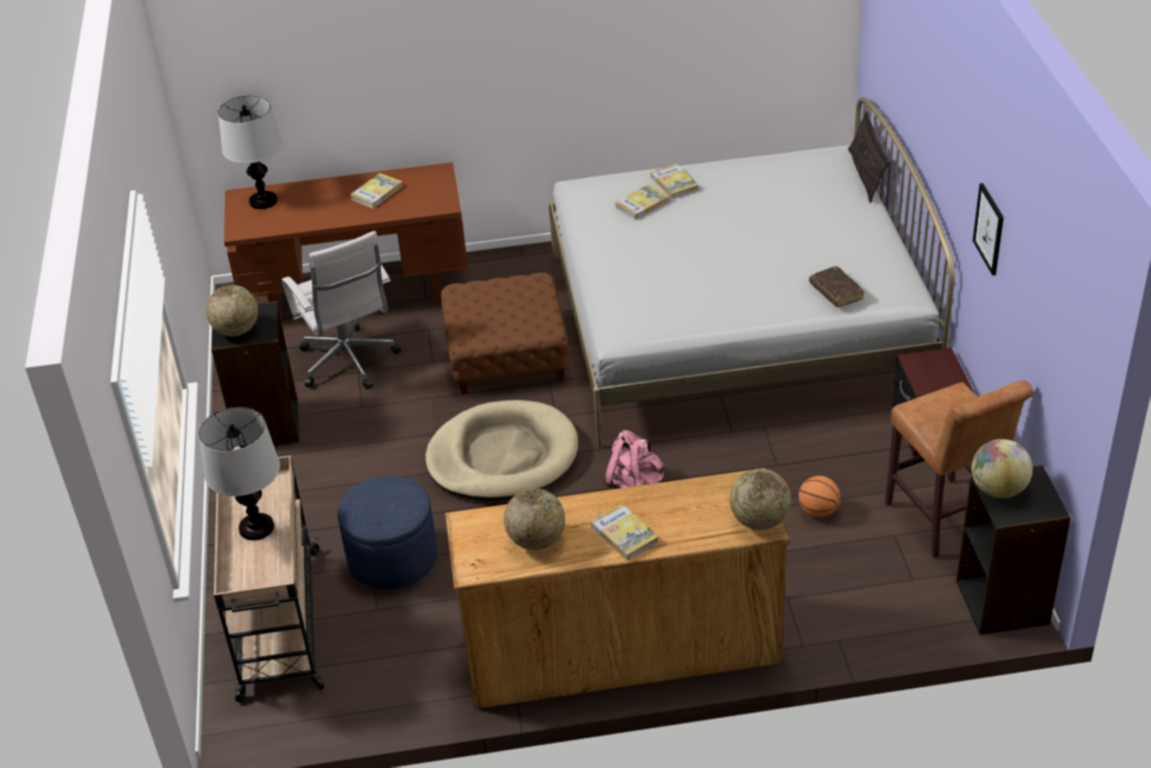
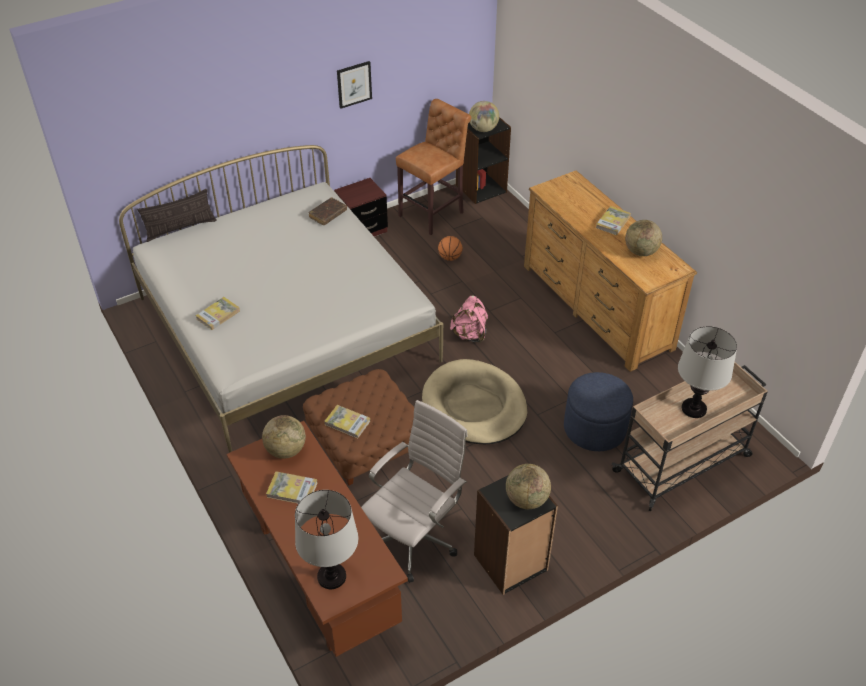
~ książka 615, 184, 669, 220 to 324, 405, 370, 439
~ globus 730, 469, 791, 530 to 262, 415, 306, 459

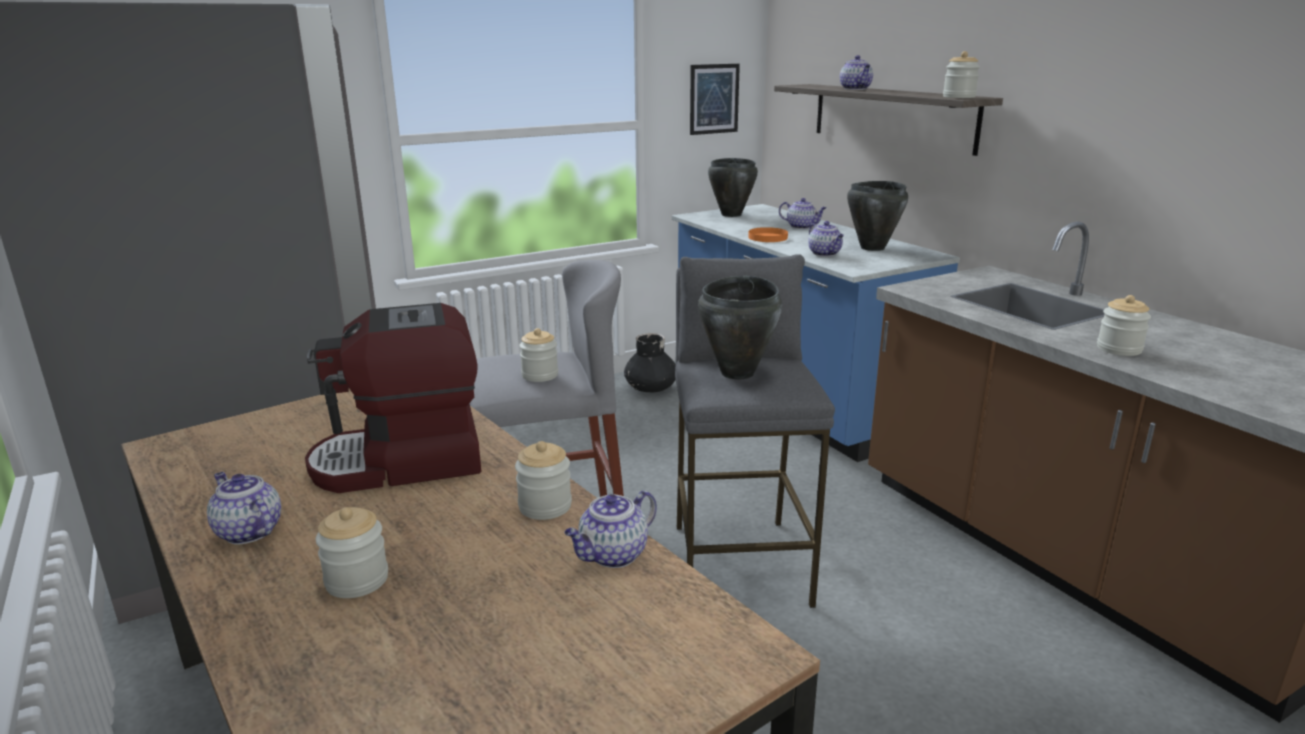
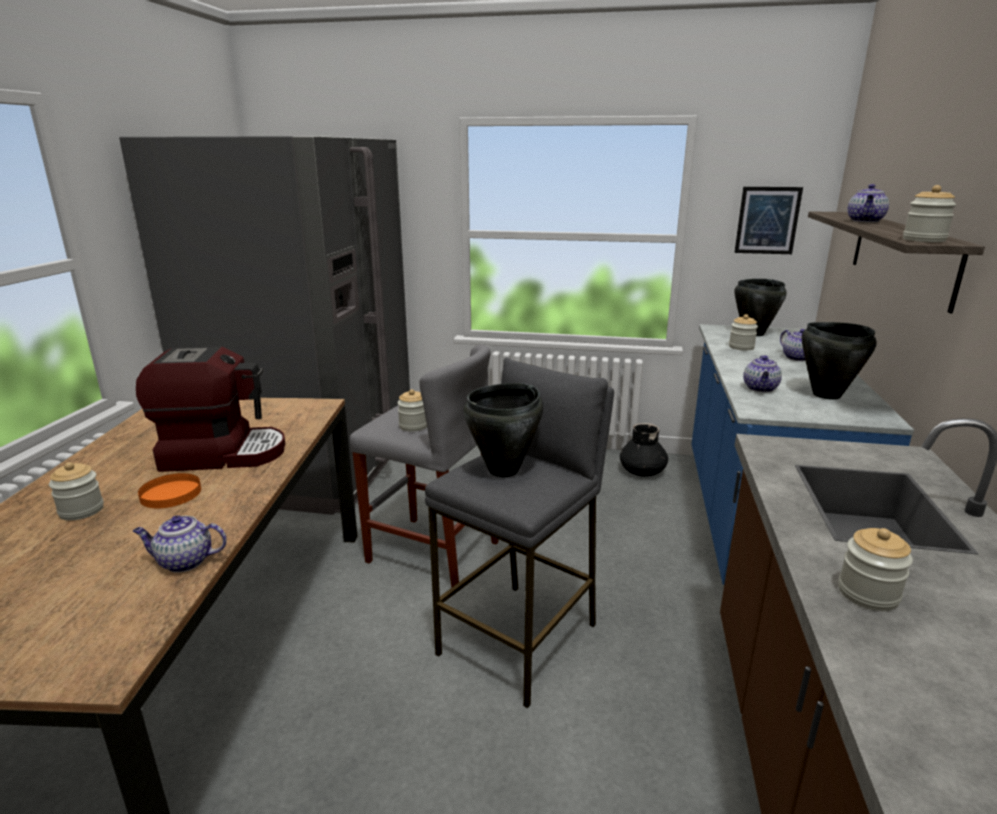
- imbryk 207, 472, 281, 545
~ ekspres do kawy 305, 303, 481, 493 = 136, 347, 285, 472 150 degrees clockwise
~ słoik 515, 441, 572, 520 to 729, 314, 758, 351
~ talerz [pomarańczowy] 748, 227, 788, 242 to 138, 473, 201, 508

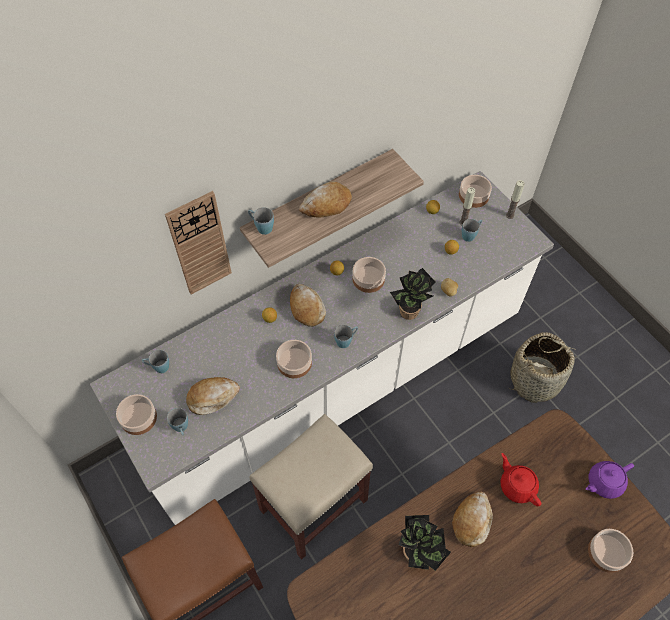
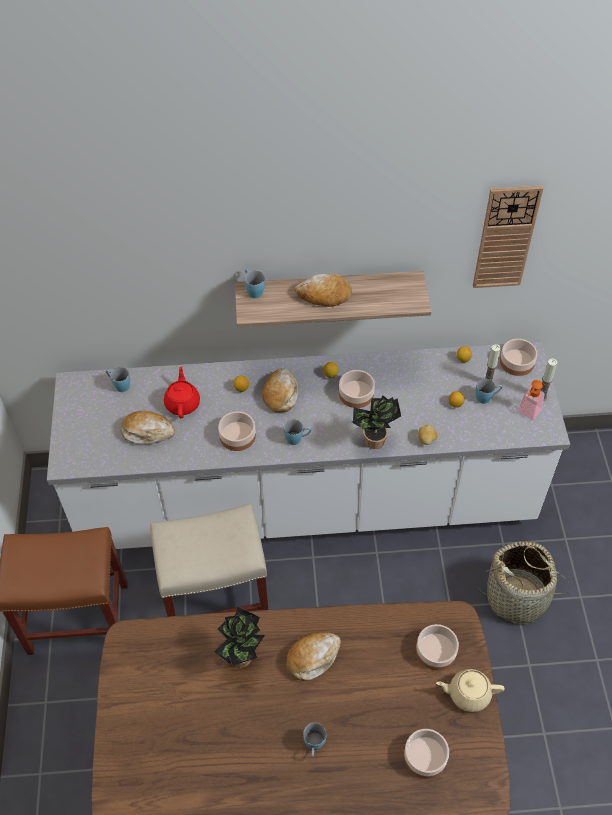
~ miska 116, 394, 157, 435 to 416, 624, 459, 671
~ zegar ścienny 165, 191, 232, 295 to 473, 186, 544, 288
~ kubek [niebieski] 167, 408, 188, 436 to 303, 723, 326, 758
~ imbryk [czerwony] 501, 453, 541, 506 to 164, 367, 200, 418
~ imbryk [fioletowy] 586, 461, 634, 499 to imbryk [beżowy] 436, 669, 505, 712
+ dozownik mydła 518, 380, 545, 420

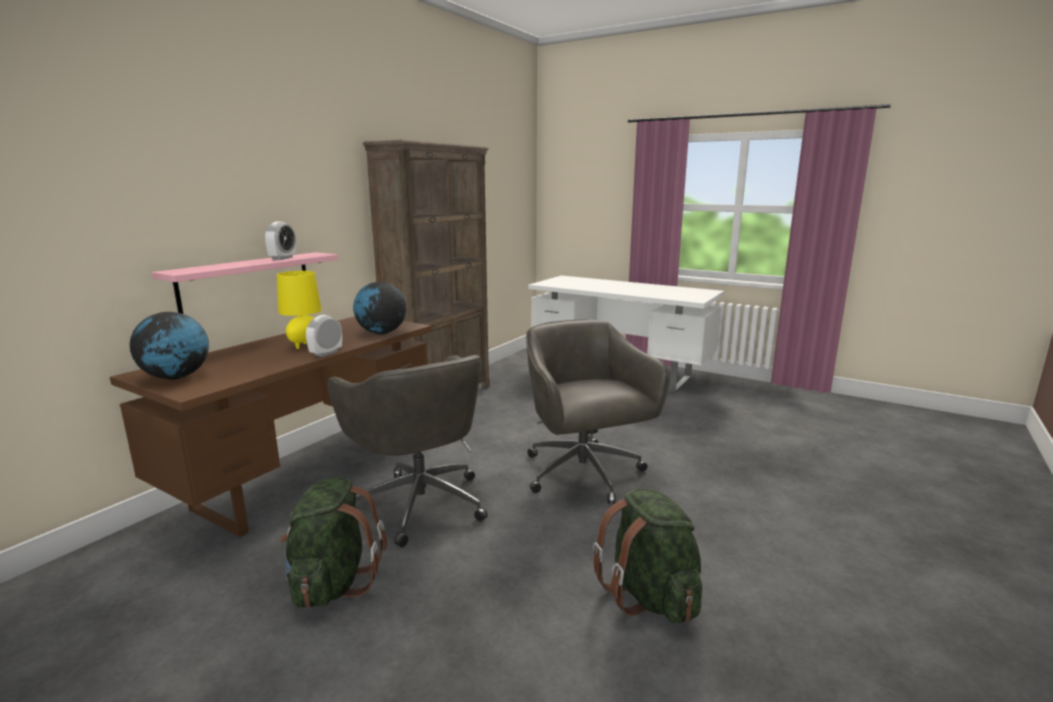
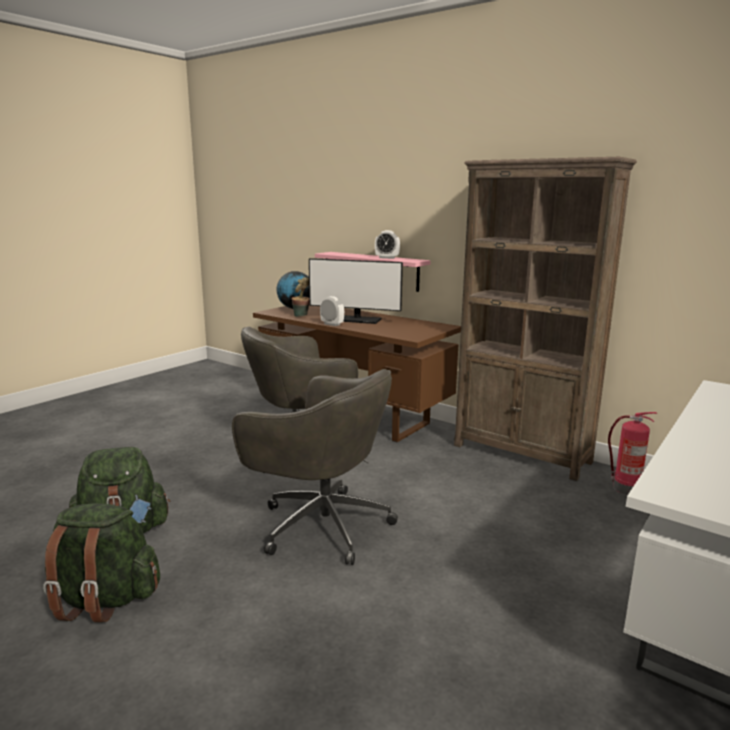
~ lampa stołowa [żółty] 277, 271, 322, 349 to monitor 309, 258, 403, 324
~ plecak [zielony] 280, 477, 387, 608 to 43, 503, 160, 622
- globus 353, 282, 407, 335
~ krzesło biurowe [szary] 526, 319, 670, 504 = 232, 369, 398, 565 45 degrees clockwise
+ roślina doniczkowa 291, 277, 309, 317
+ gaśnica 608, 412, 657, 495

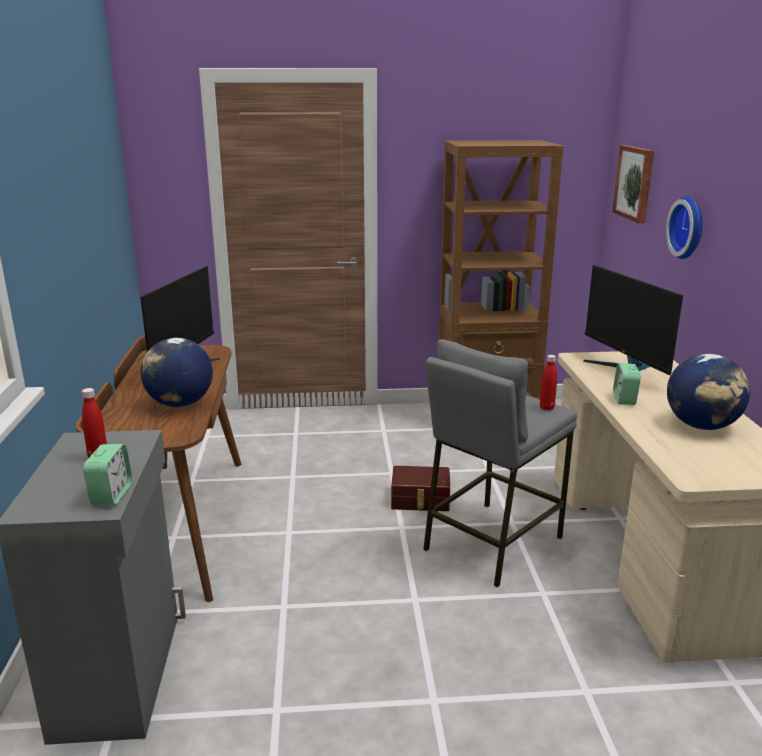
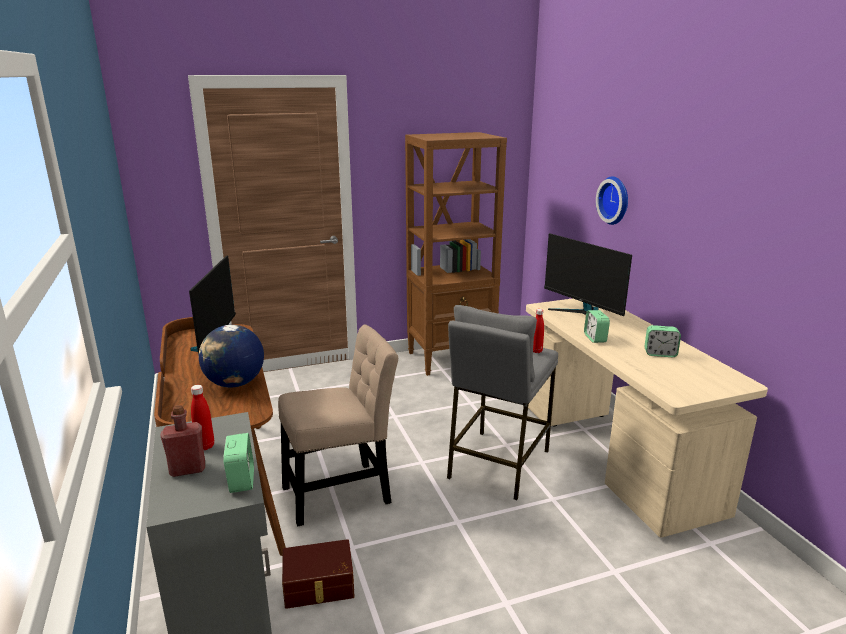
~ pojemnik do przechowywania [brązowy] 391, 466, 450, 511 to 282, 539, 355, 609
- obraz 612, 145, 654, 223
~ globus 667, 354, 750, 430 to budzik 644, 325, 681, 357
+ butelka [czerwony] 160, 405, 205, 477
+ krzesło [beżowy] 278, 325, 398, 526

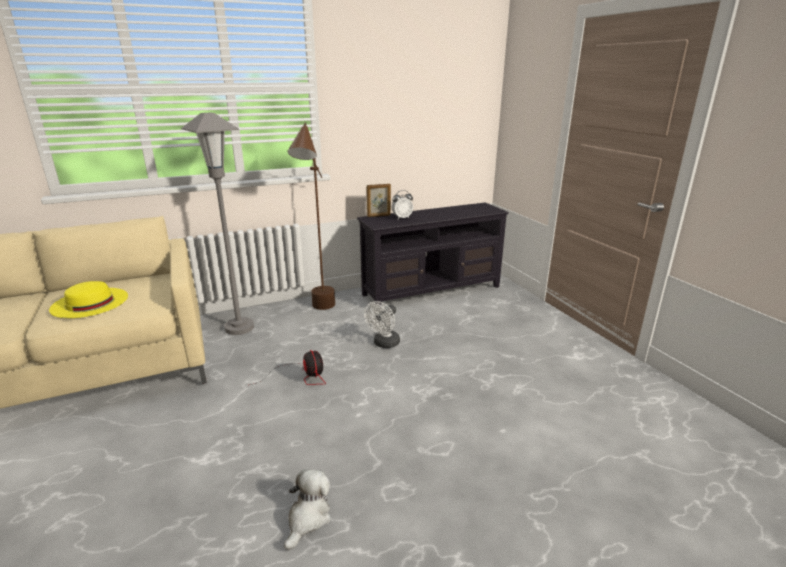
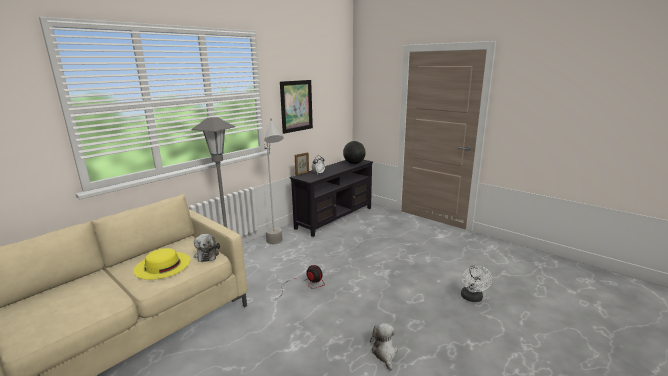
~ lampa stojąca [brązowy] 287, 123, 335, 310 to lampa stojąca [szary] 264, 119, 284, 244
~ wentylator [biały] 364, 301, 400, 348 to 461, 266, 492, 302
+ pluszak 194, 234, 220, 262
+ obraz 280, 80, 313, 134
+ globus 343, 141, 366, 164

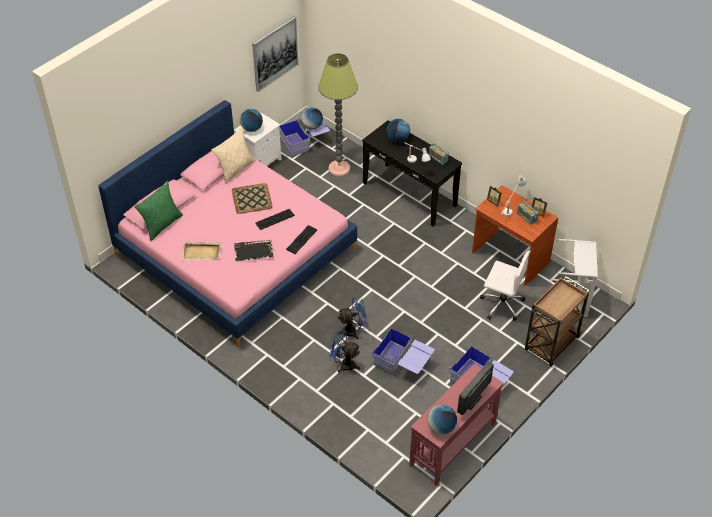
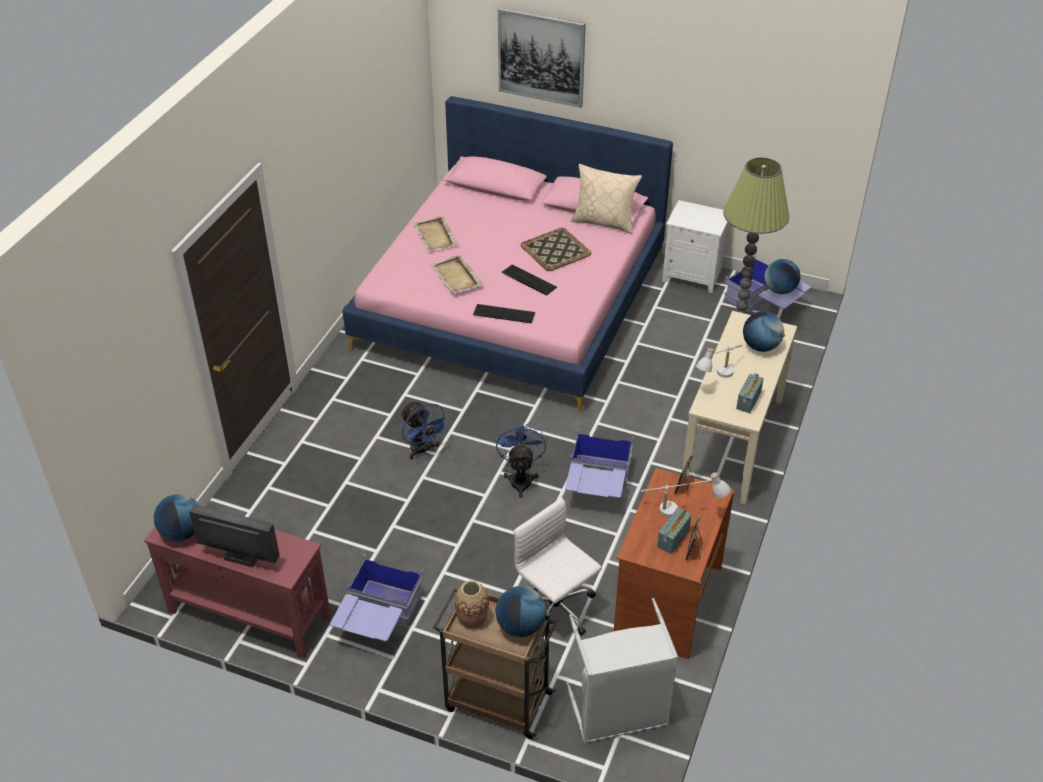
- poduszka [zielony] 134, 181, 183, 241
~ taca [czarny] 234, 240, 273, 261 to taca [beżowy] 430, 255, 484, 294
~ globus 240, 109, 263, 132 to 495, 586, 546, 637
~ obraz 252, 17, 298, 92 to 498, 8, 586, 108
~ wentylator [niebieski] 328, 330, 360, 373 to 496, 421, 546, 498
~ stolik konsolowy [czarny] 362, 120, 462, 227 to stolik konsolowy [beżowy] 682, 311, 797, 505
~ pojemnik do przechowywania [niebieski] 371, 326, 435, 374 to 565, 429, 634, 498
~ krzesło biurowe [biały] 480, 250, 530, 321 = 514, 498, 602, 636 135 degrees clockwise
+ wazon 455, 580, 489, 629

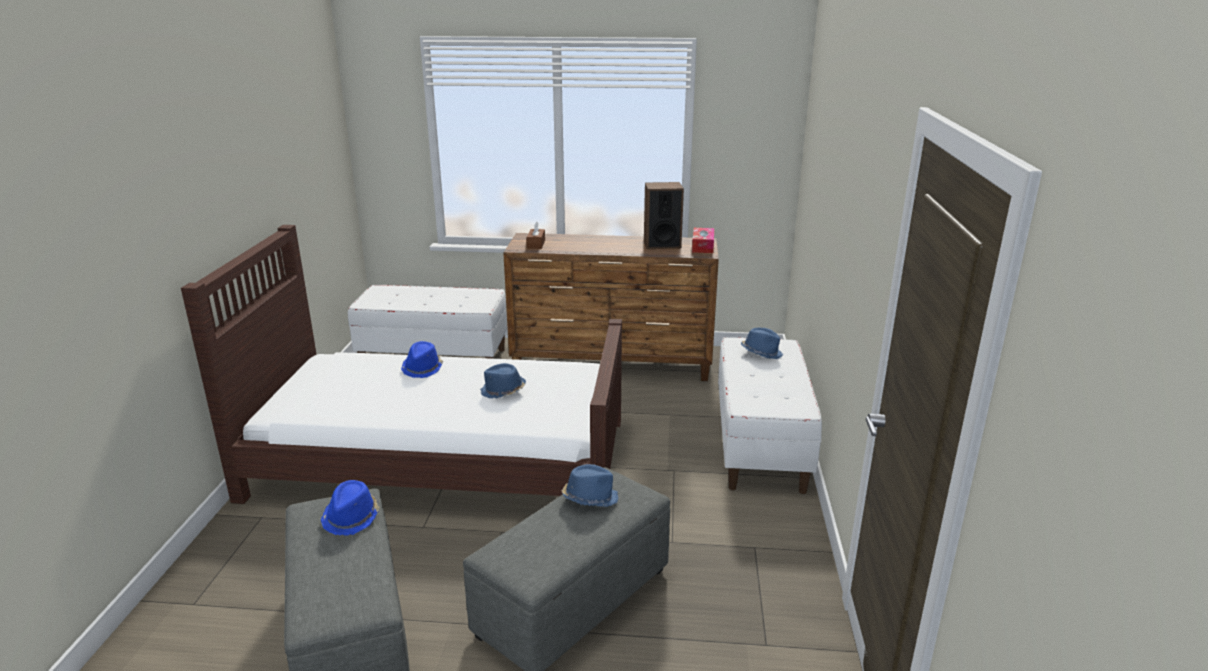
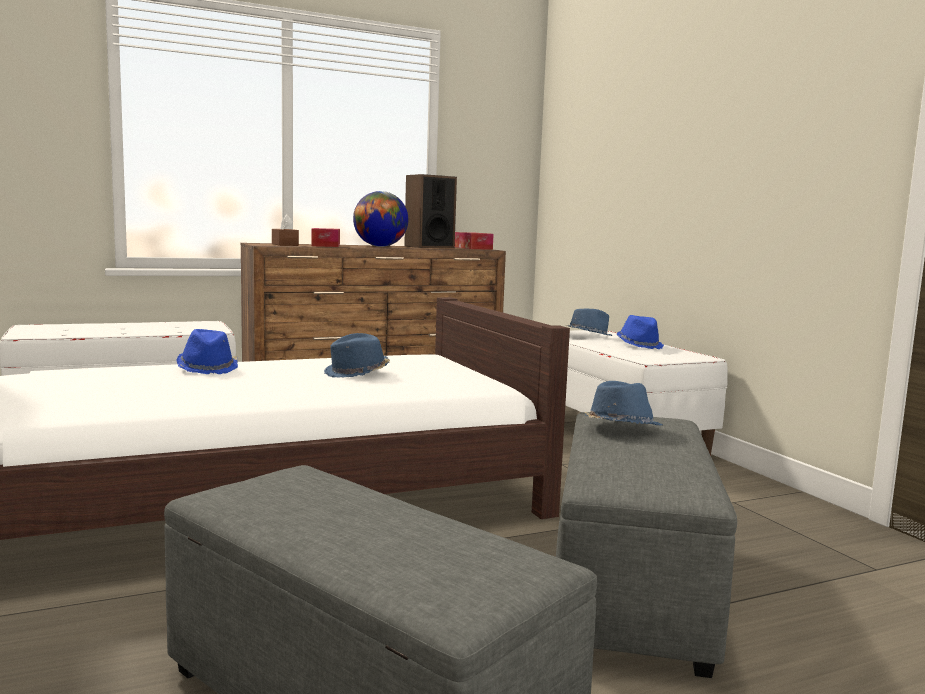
~ kapelusz [niebieski] 321, 480, 380, 536 to 617, 315, 664, 349
+ pudełko chusteczek 311, 228, 340, 247
+ globus 353, 191, 408, 247

